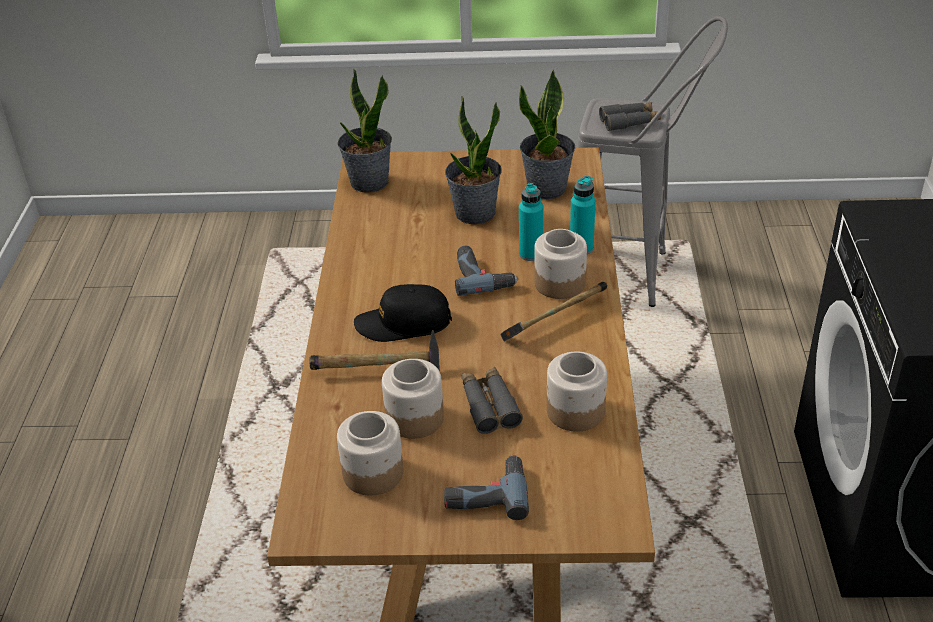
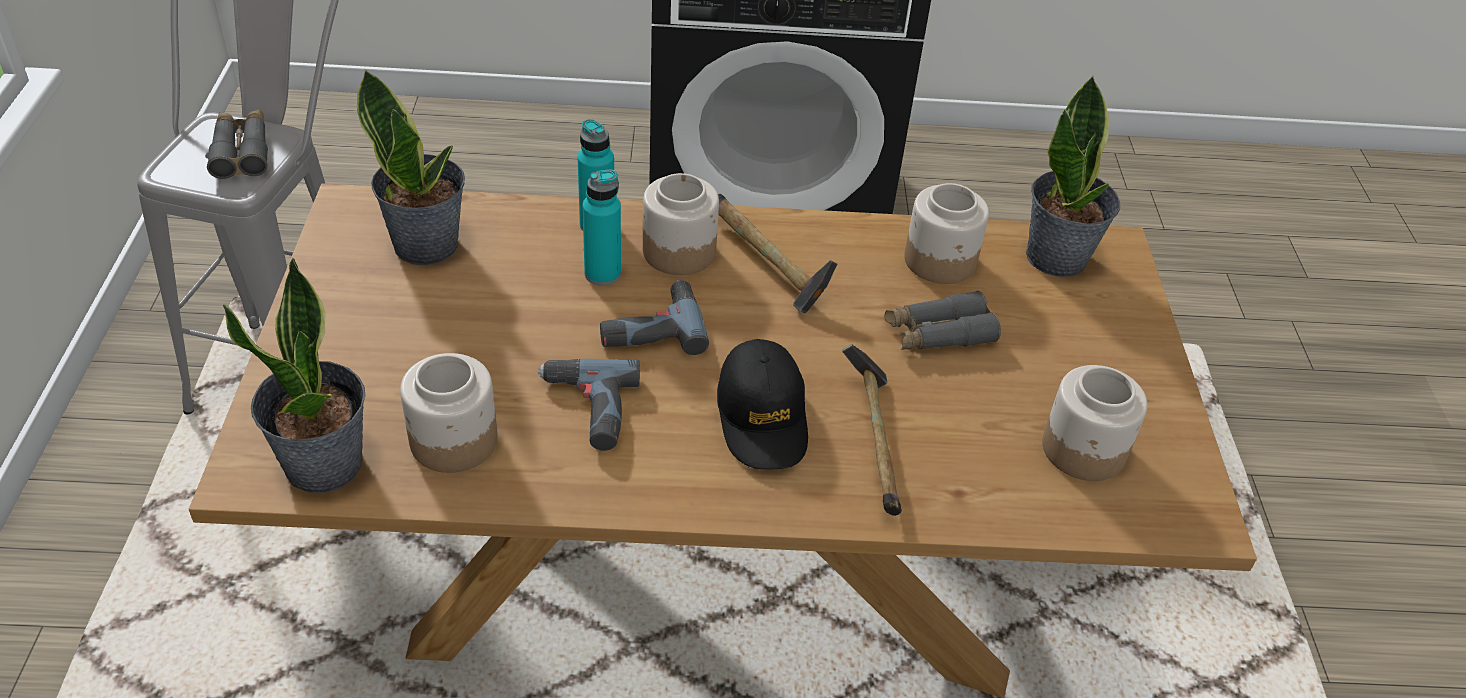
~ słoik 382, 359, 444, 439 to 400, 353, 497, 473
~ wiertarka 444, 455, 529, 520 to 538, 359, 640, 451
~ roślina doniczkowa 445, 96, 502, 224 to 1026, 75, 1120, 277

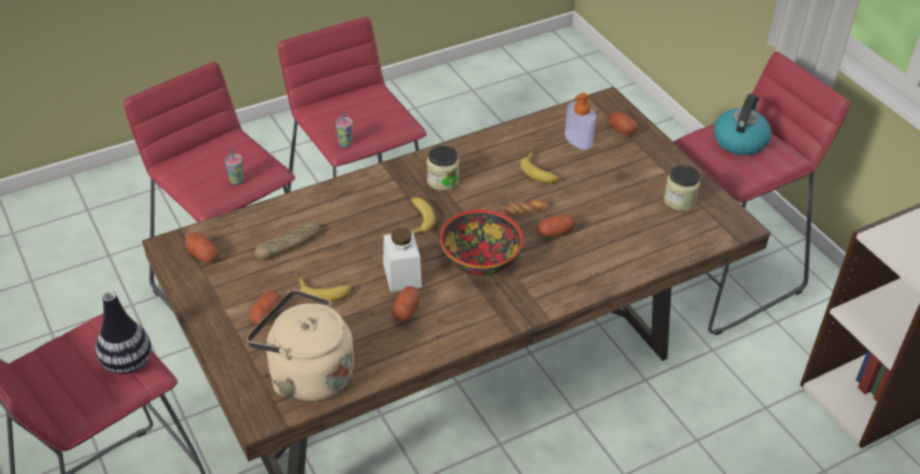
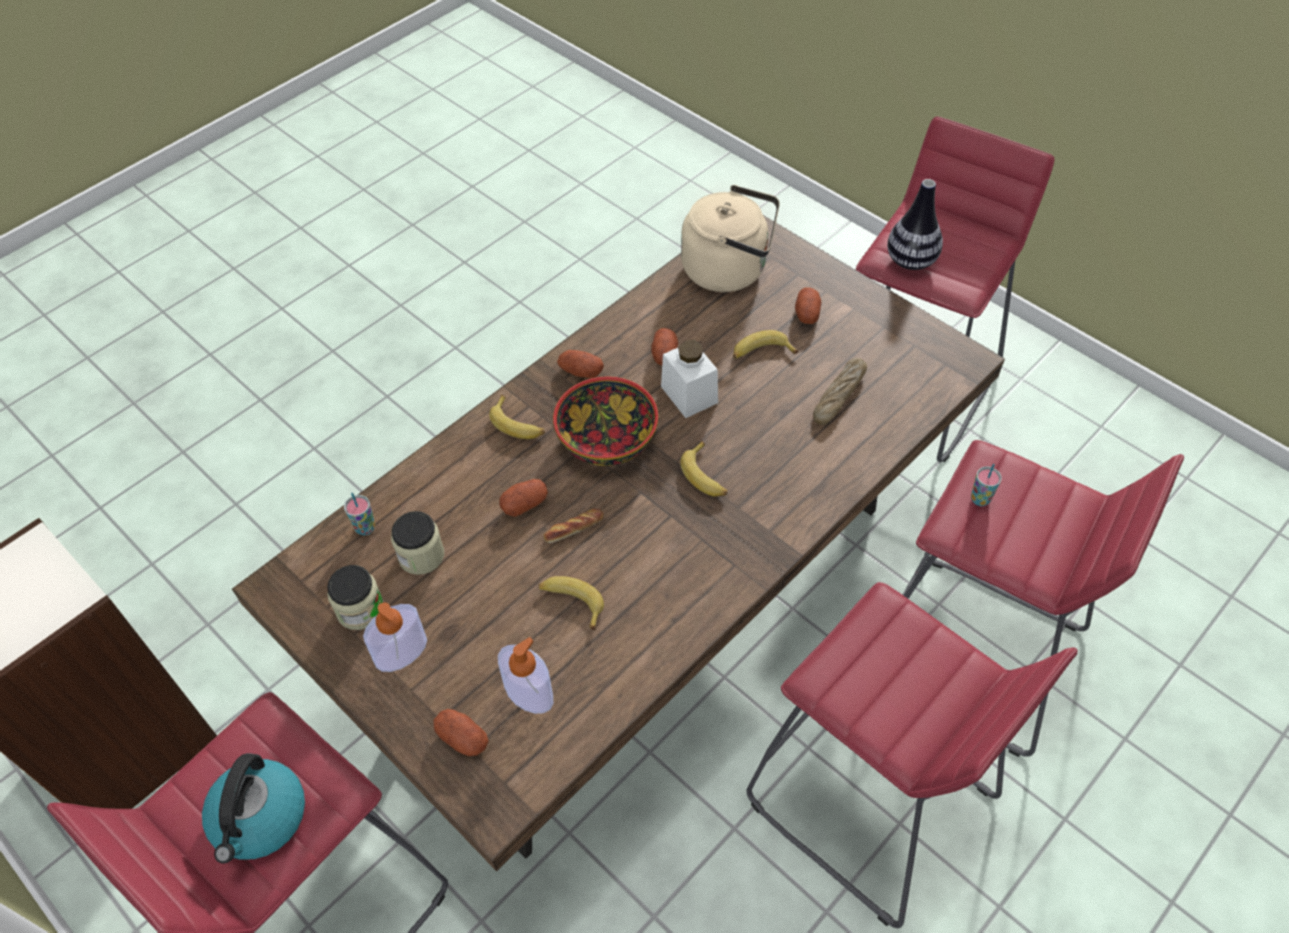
~ ziemniak 185, 232, 219, 262 to 557, 350, 604, 378
~ filiżanka 336, 111, 353, 147 to 344, 492, 375, 535
~ słoik 427, 146, 459, 191 to 391, 511, 444, 575
+ dozownik mydła 363, 602, 427, 672
+ banan 489, 395, 545, 439

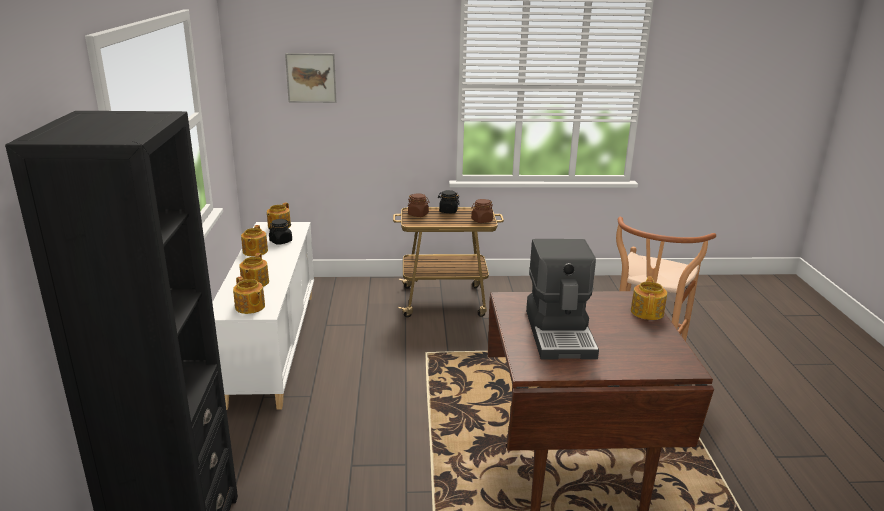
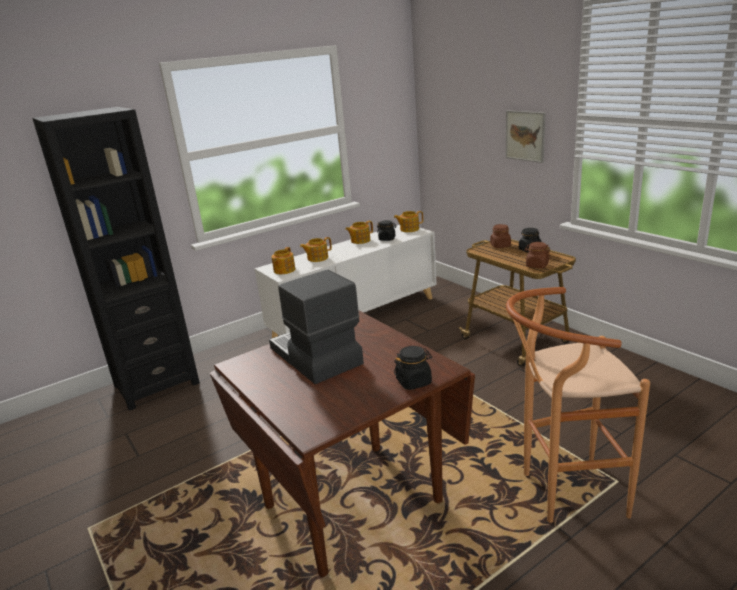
~ obraz 285, 53, 336, 103 to 506, 110, 545, 163
~ ekspres do kawy 526, 239, 599, 359 = 269, 270, 364, 384 90 degrees clockwise
~ imbryk 631, 276, 667, 320 to słoik [czarny] 394, 346, 432, 390

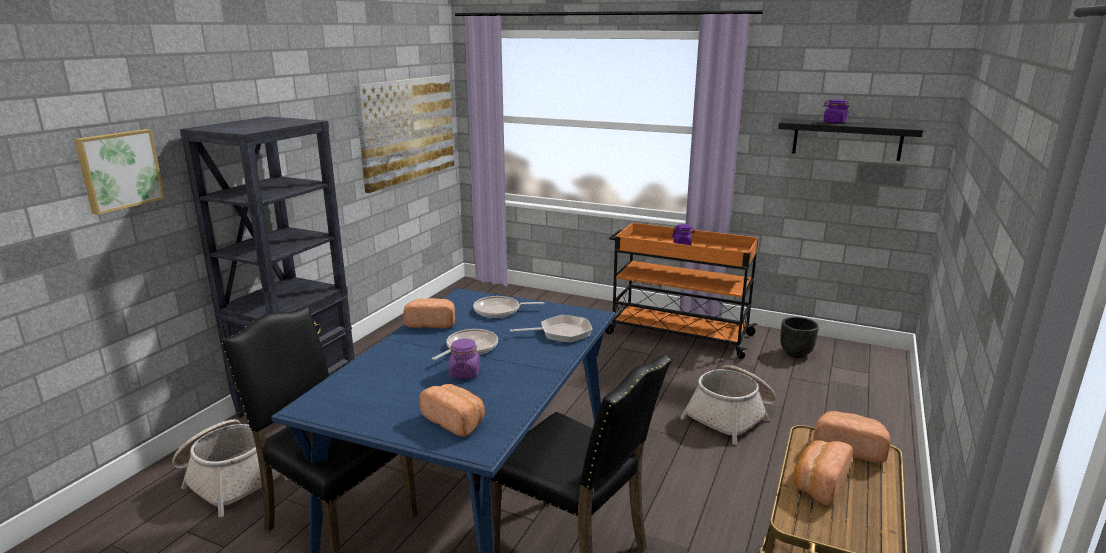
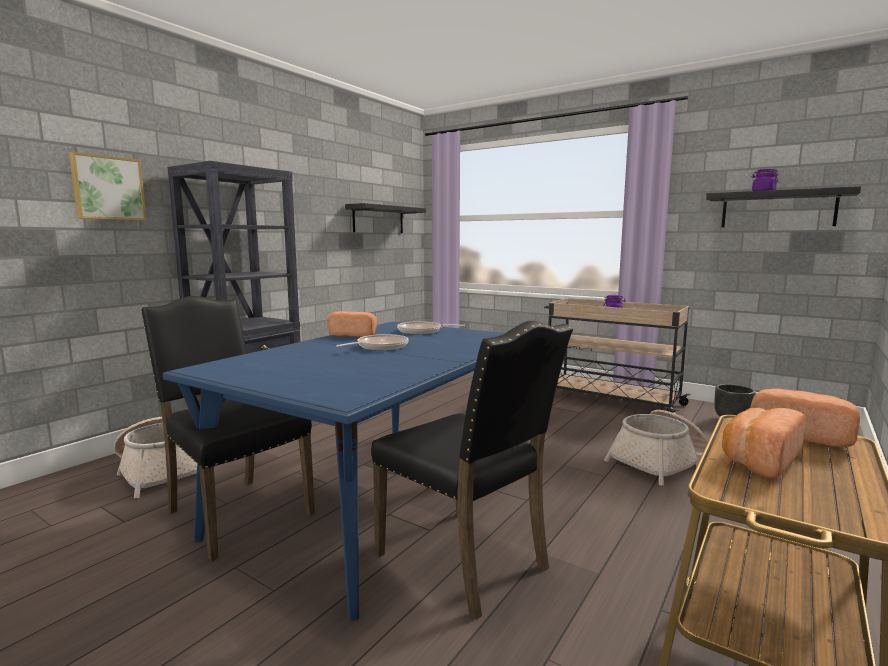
~ obraz 355, 75, 454, 193 to półka [czarny] 345, 203, 426, 233
- chleb 419, 384, 485, 437
- słoik [fioletowy] 449, 339, 480, 379
- patelnia 510, 315, 592, 343
~ wózek [pomarańczowy] 605, 223, 758, 359 to wózek [beżowy] 544, 298, 691, 414

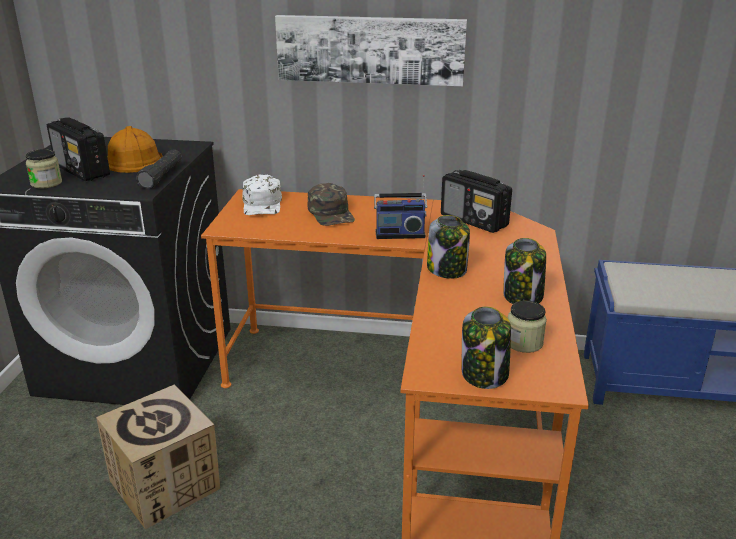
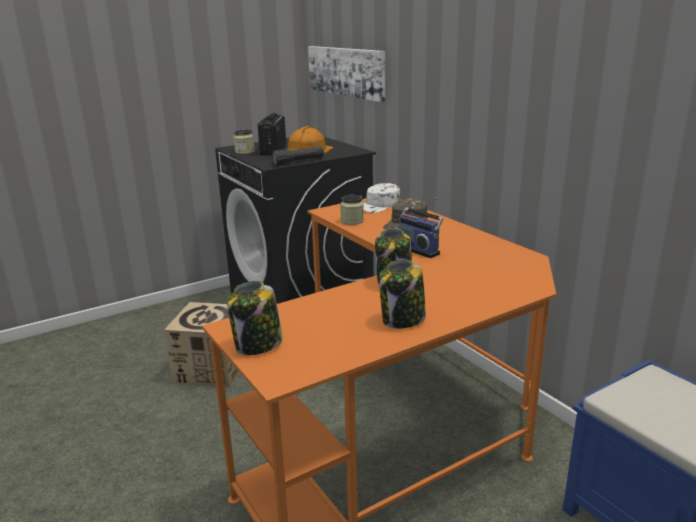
~ obraz 275, 15, 467, 86 to 308, 46, 385, 102
- radio 441, 170, 512, 233
~ słoik 508, 301, 547, 353 to 340, 195, 364, 225

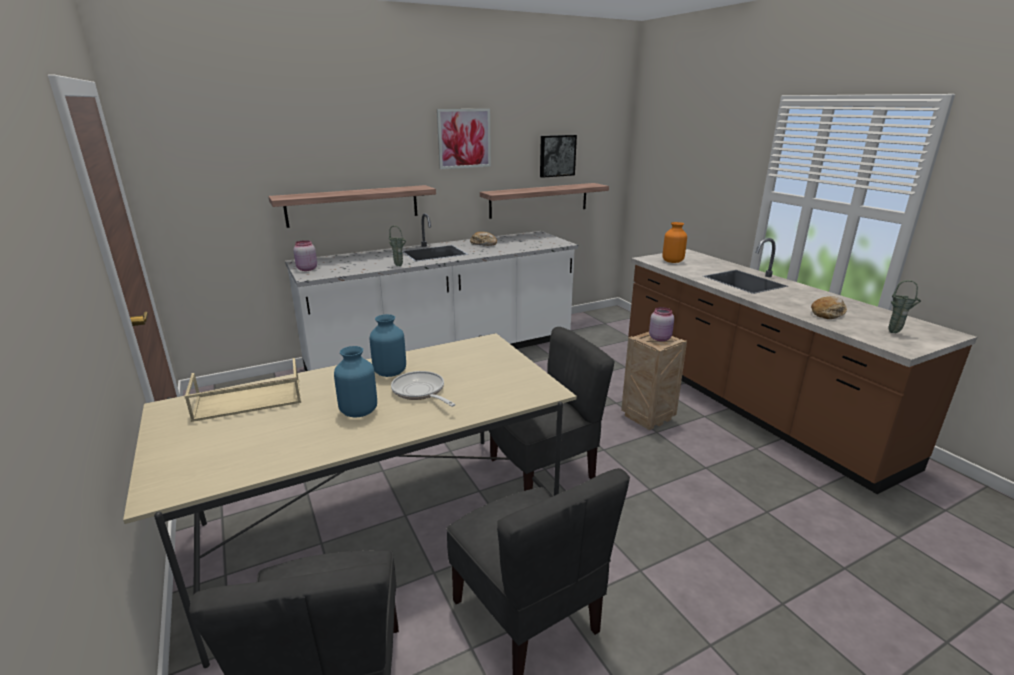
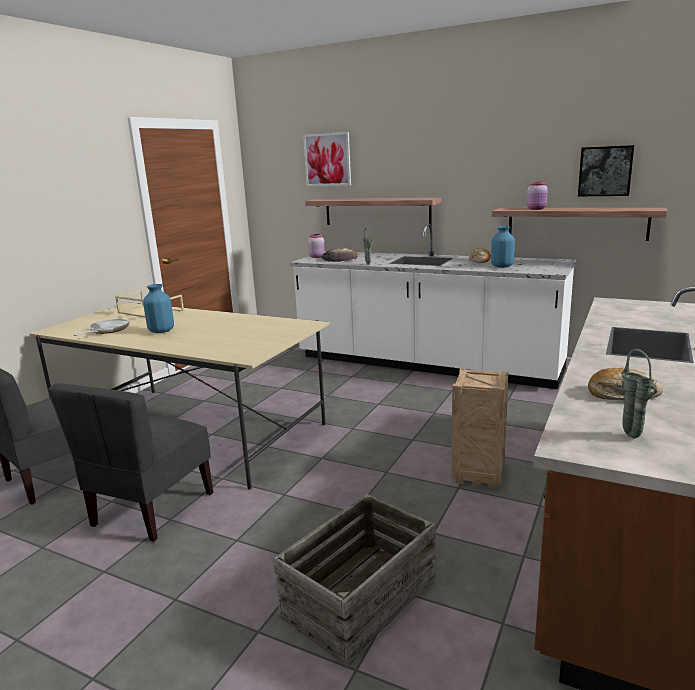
~ wazon [niebieski] 370, 314, 406, 377 to 491, 226, 515, 268
~ patelnia 391, 371, 456, 407 to 74, 319, 129, 336
~ obraz 437, 109, 491, 169 to 303, 132, 351, 186
- krzesło [szary] 489, 327, 615, 491
~ słoik [różowy] 649, 307, 674, 341 to 526, 182, 548, 210
- wazon [pomarańczowy] 663, 222, 687, 263
+ skrzynka 273, 494, 436, 667
+ chleb 322, 248, 357, 262

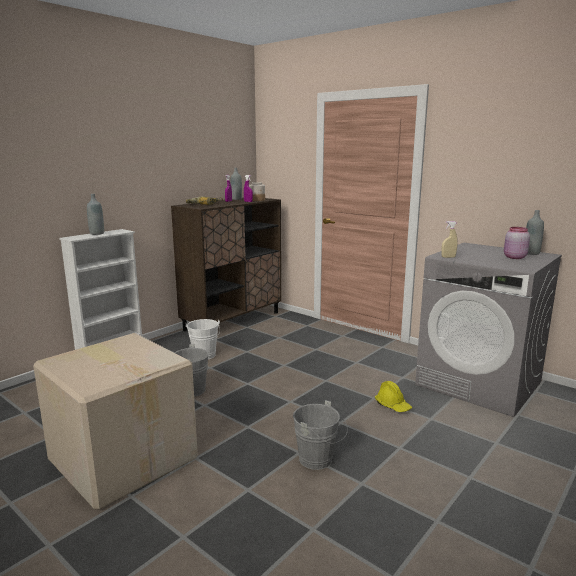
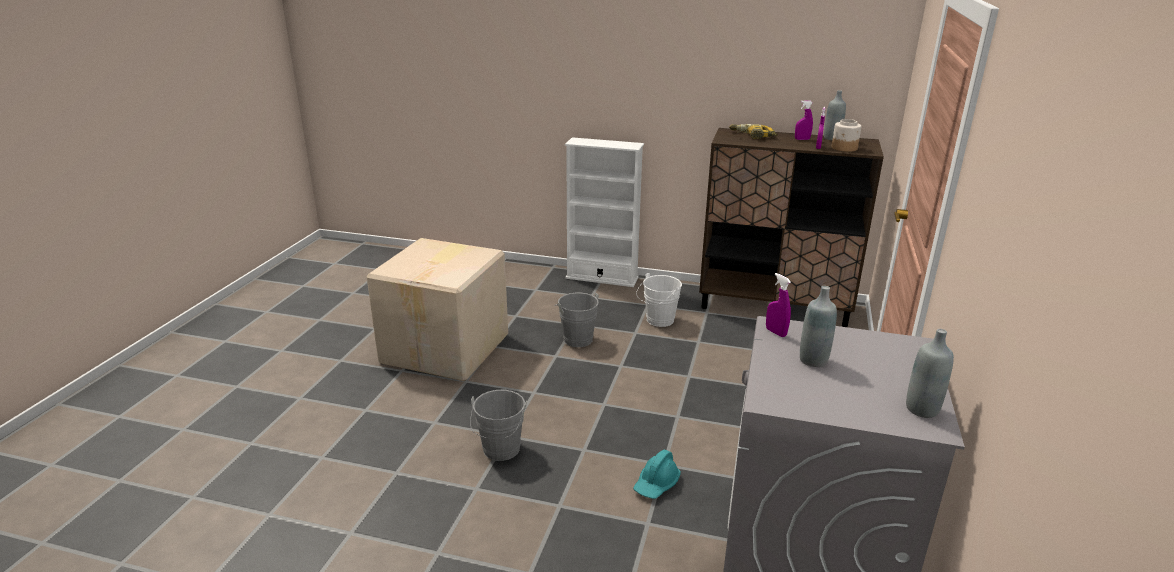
~ butelka [szary] 87, 194, 104, 235 to 800, 286, 837, 367
~ kask [żółty] 375, 381, 412, 412 to kask [turkusowy] 633, 450, 681, 499
~ spryskiwacz [beżowy] 441, 221, 458, 258 to spryskiwacz [fioletowy] 766, 273, 791, 337
- słoik [różowy] 504, 227, 530, 259

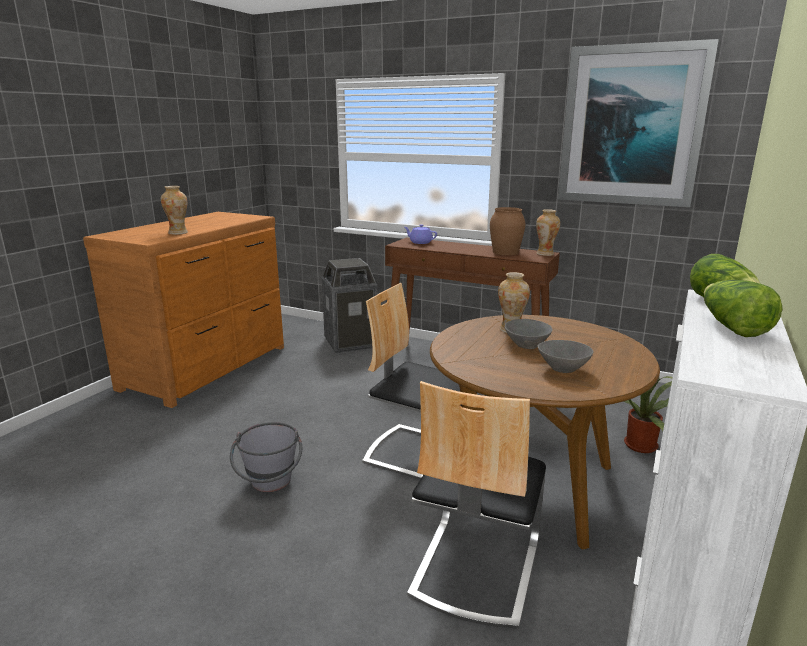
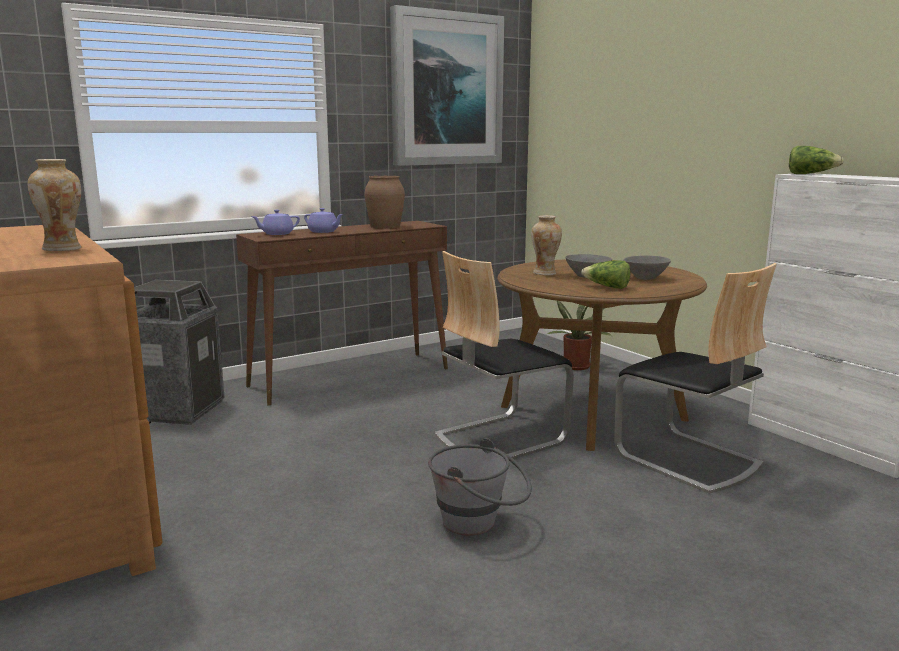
- wazon 536, 209, 560, 256
~ sałata 704, 280, 782, 337 to 581, 260, 630, 289
+ imbryk [fioletowy] 304, 208, 344, 233

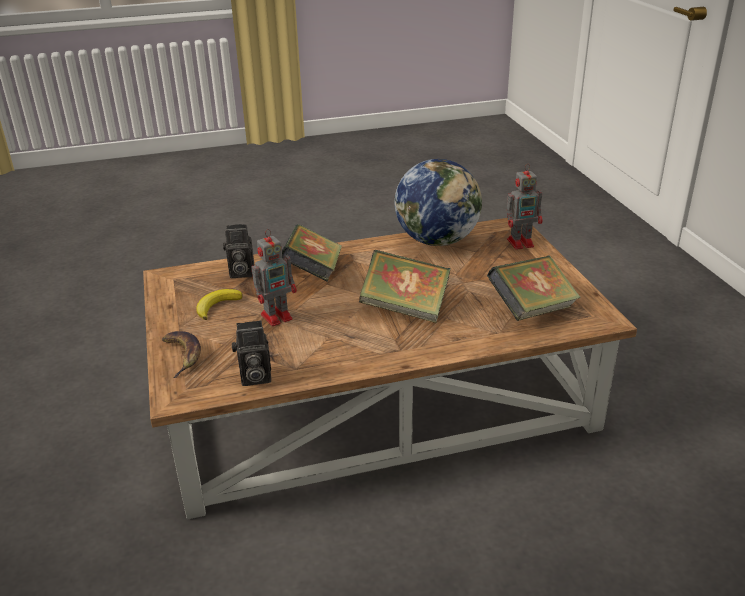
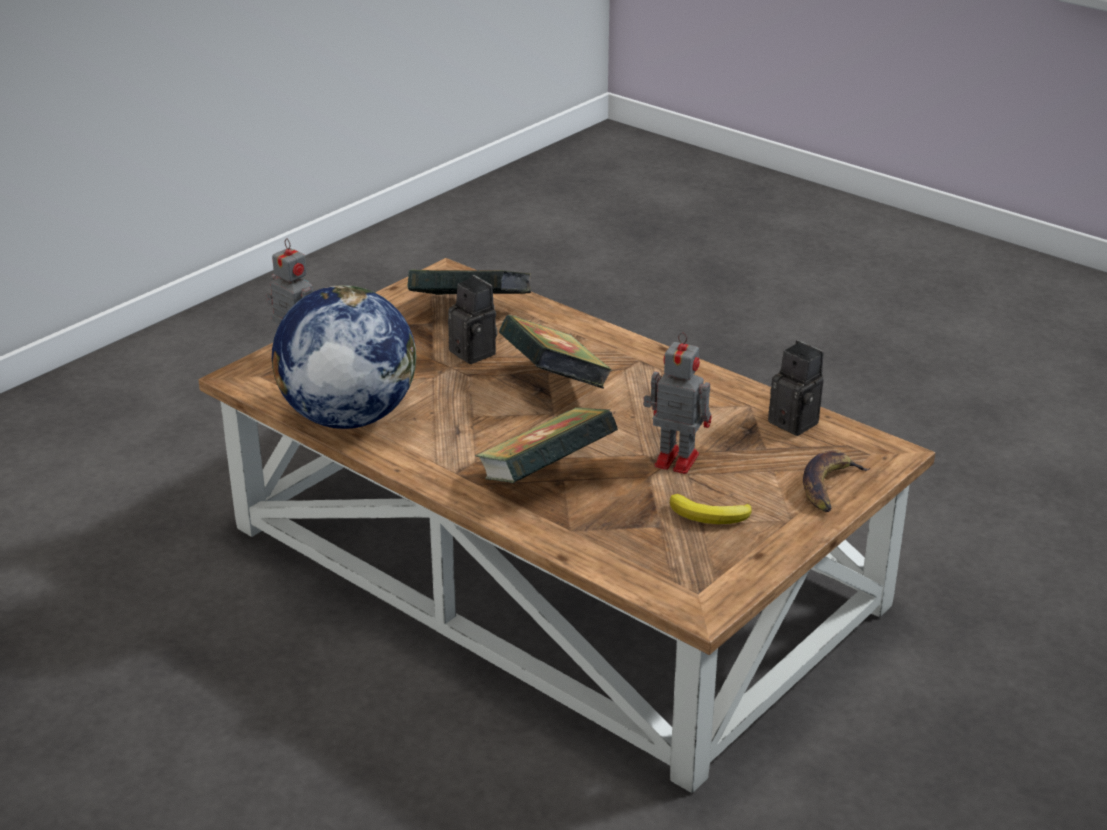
~ aparat fotograficzny 223, 224, 254, 278 to 448, 275, 498, 364

